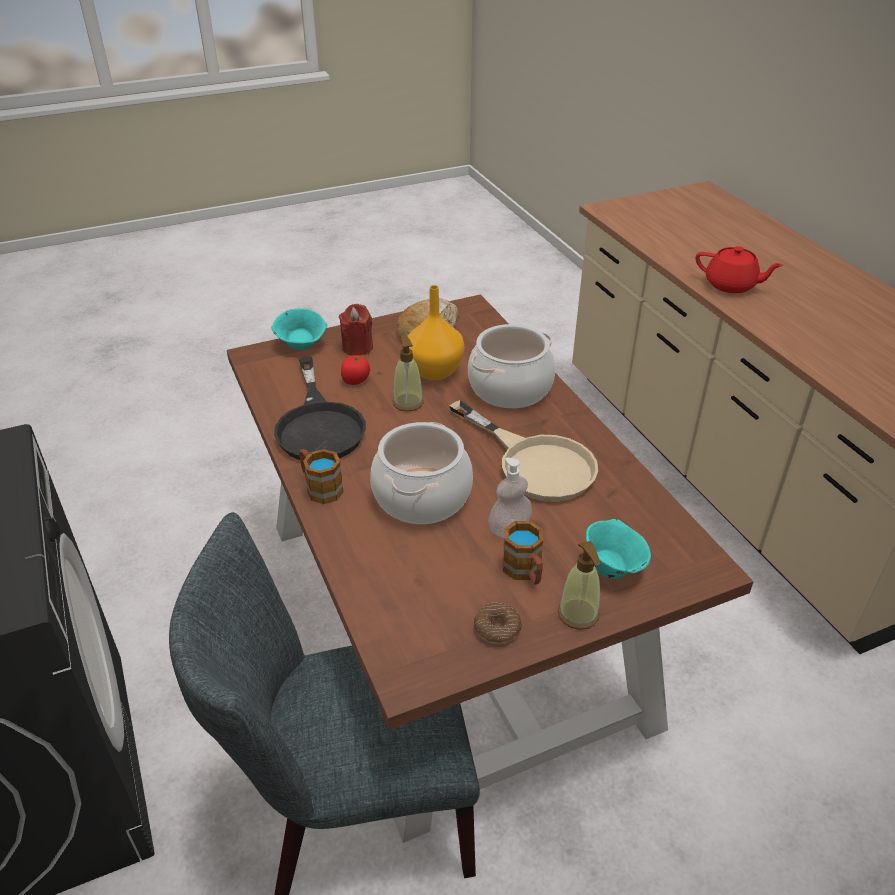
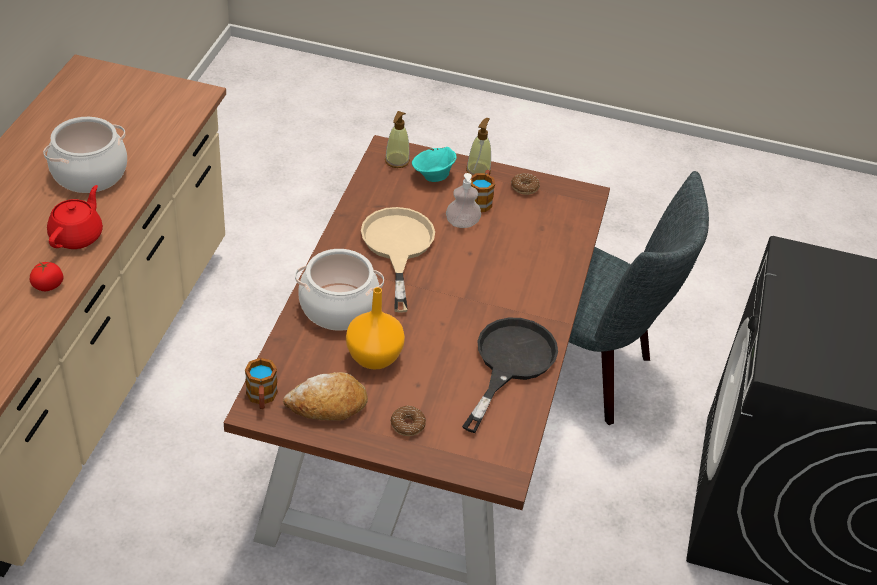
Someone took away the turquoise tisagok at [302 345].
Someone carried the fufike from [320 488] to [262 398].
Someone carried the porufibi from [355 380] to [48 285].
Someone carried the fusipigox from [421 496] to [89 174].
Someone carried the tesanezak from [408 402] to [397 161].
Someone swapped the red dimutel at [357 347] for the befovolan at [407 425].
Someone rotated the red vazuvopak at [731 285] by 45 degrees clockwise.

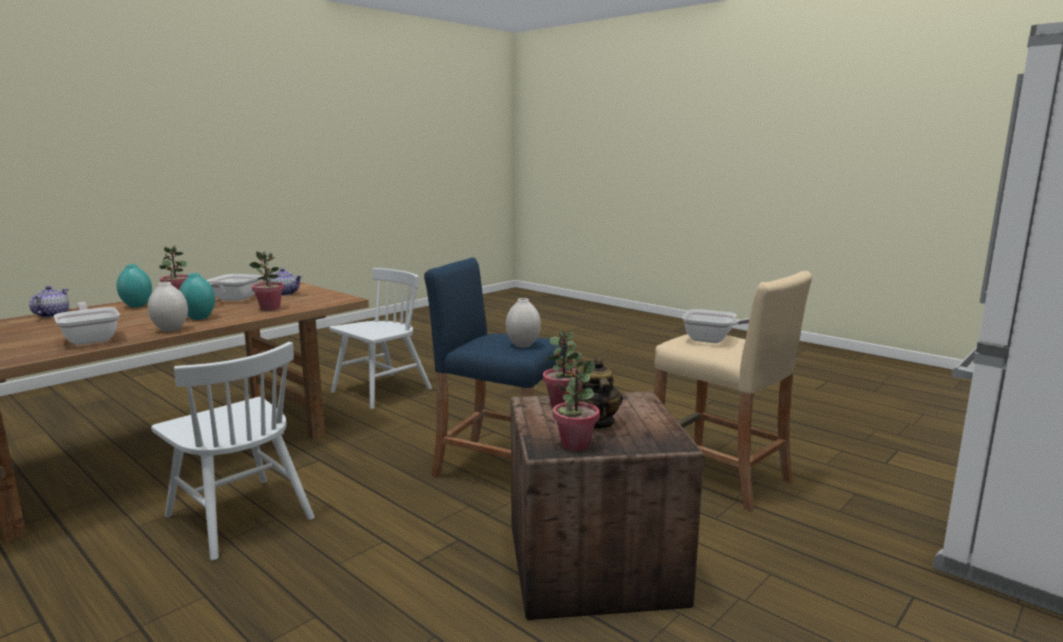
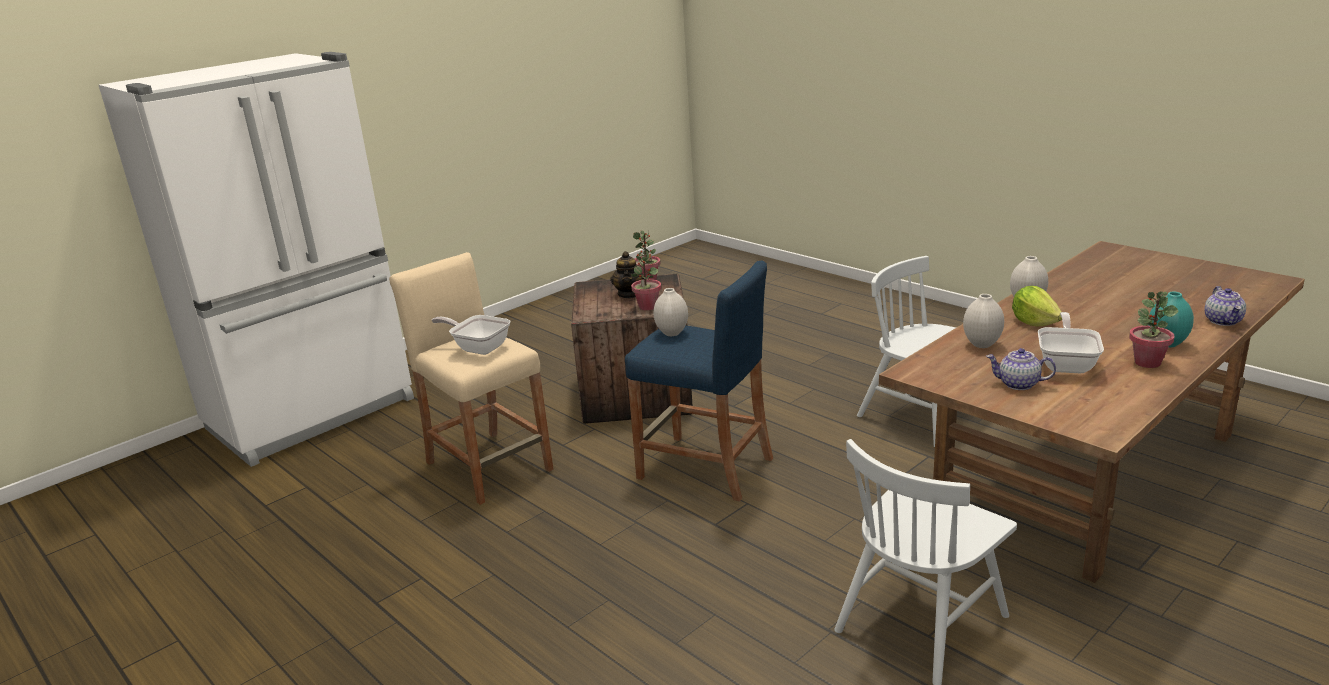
Someone took away the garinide at [91 339].
Someone swapped the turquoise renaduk at [199 318] for the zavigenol at [1034 322].
Someone swapped the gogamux at [270 308] for the white renaduk at [981 344].

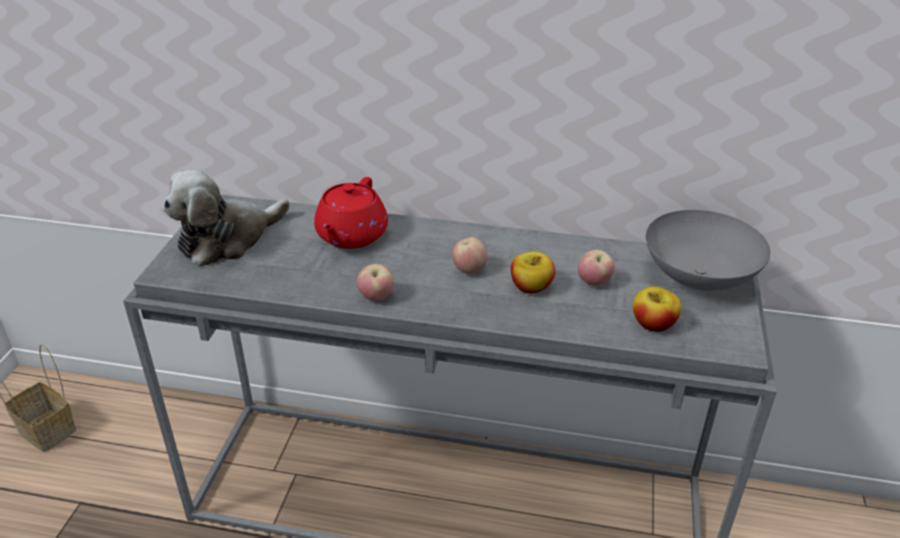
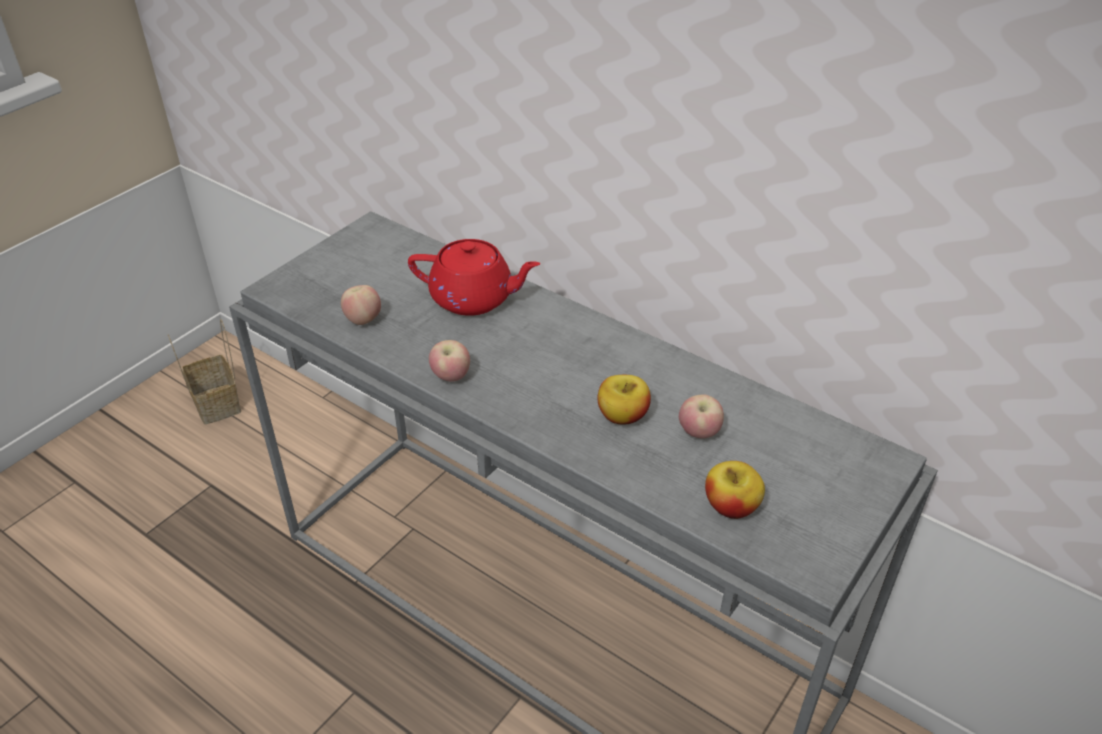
Someone took away the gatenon at [227 239].
Someone took away the grey tisagok at [700 278].
Someone carried the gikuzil from [469 270] to [363 320].
Someone rotated the red vazuvopak at [351 236] by 120 degrees counterclockwise.

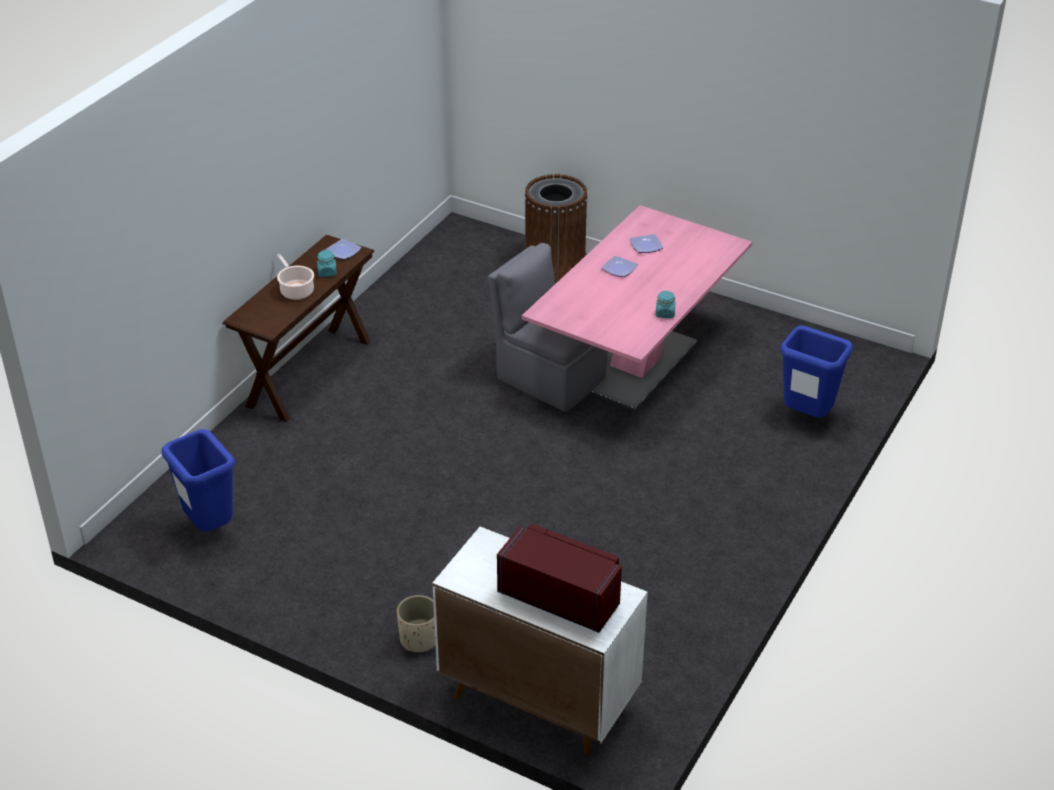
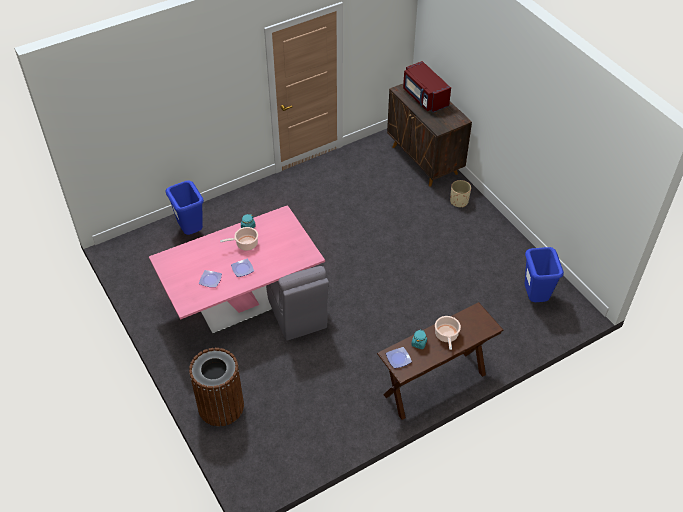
Someone put down the fusipigox at [245 244].
Someone repainted the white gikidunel at [537 699], which became the brown gikidunel at [425 160].

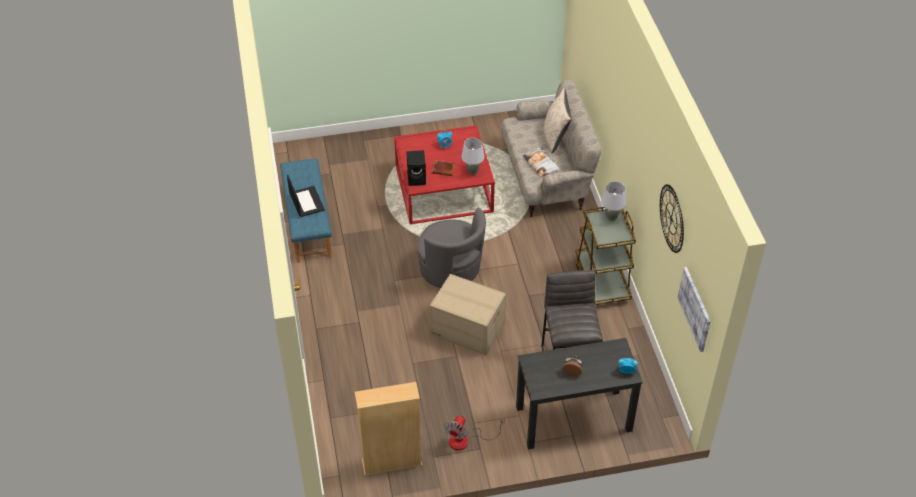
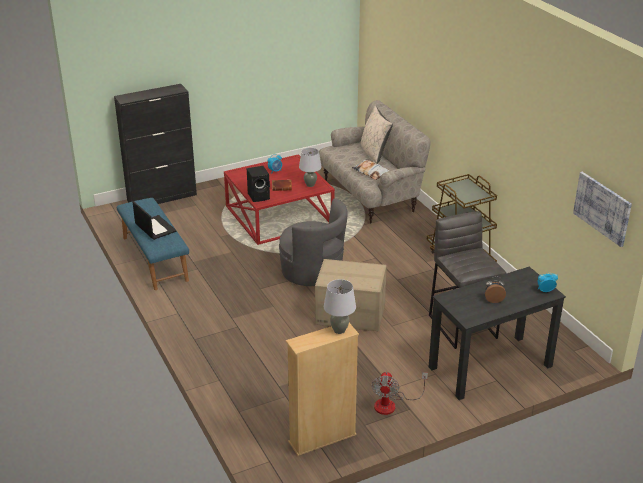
Someone took away the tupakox at [671 218].
Someone put down the black gikidunel at [162 197].
Someone carried the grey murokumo from [611 217] to [339 330].

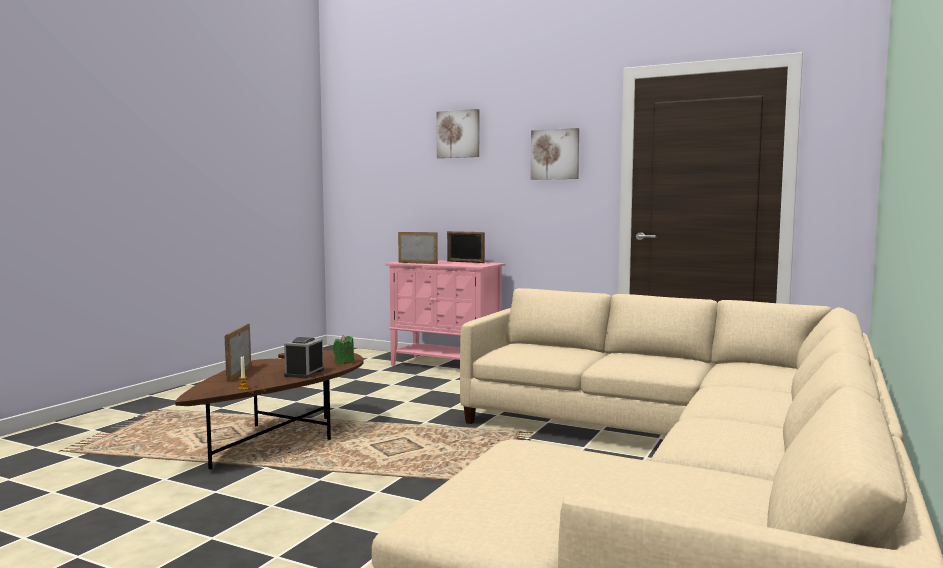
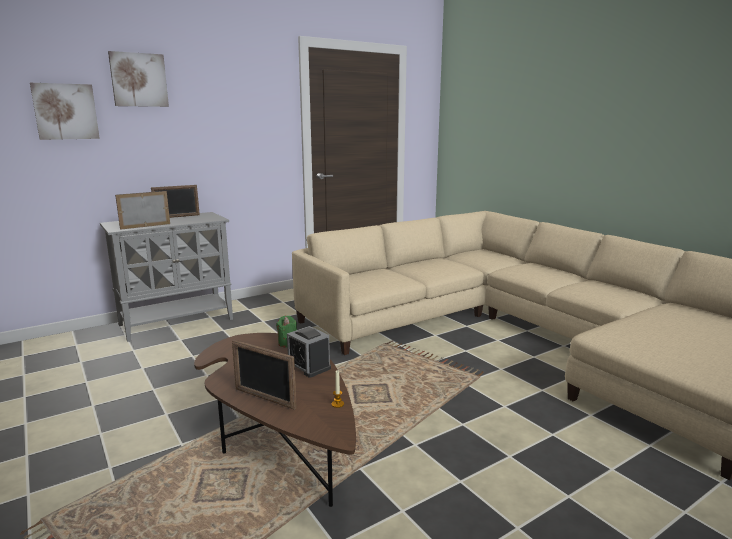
Someone carried the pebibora from [555 154] to [65 111].
Someone repainted the pink gikidunel at [447 366], which became the grey gikidunel at [177 322].

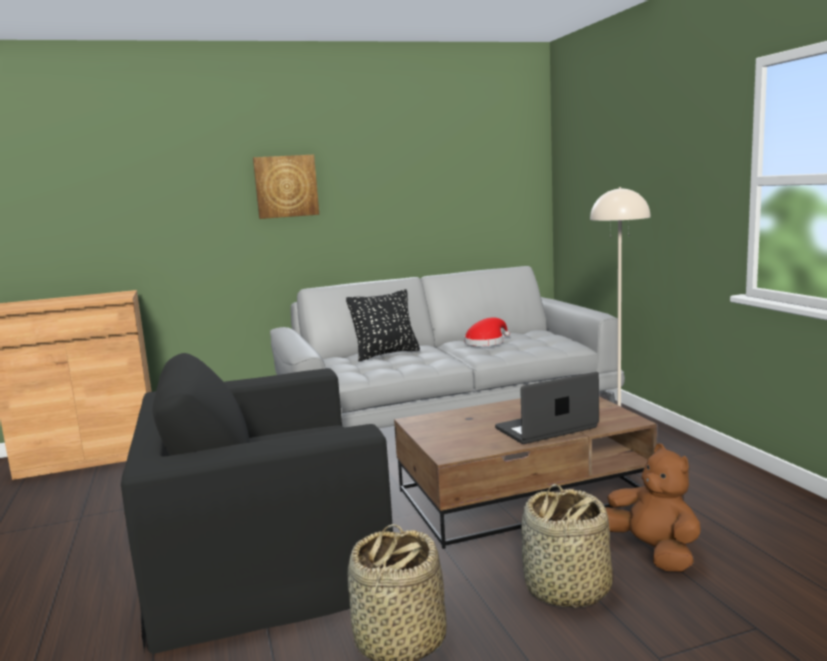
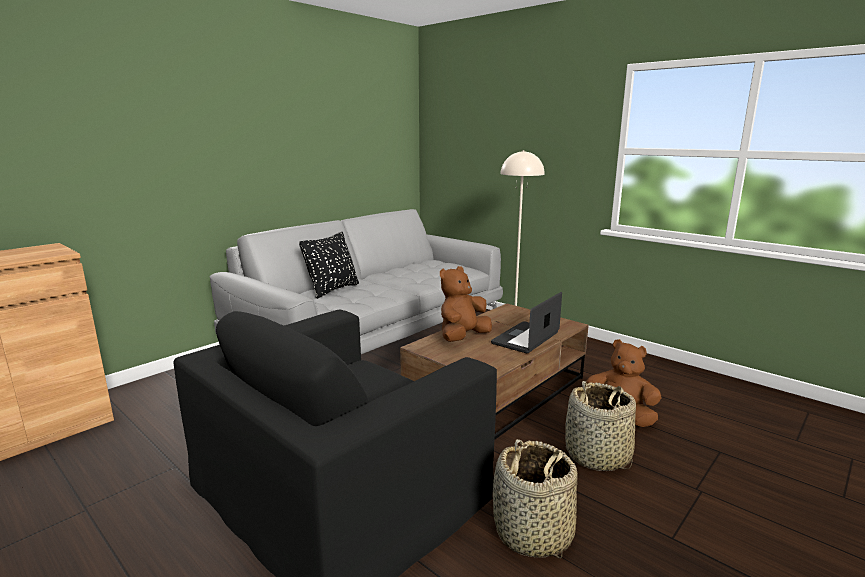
Someone took away the pebibora at [286 186].
Someone took away the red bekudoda at [486 342].
Someone put down the brown gatenon at [462 337].

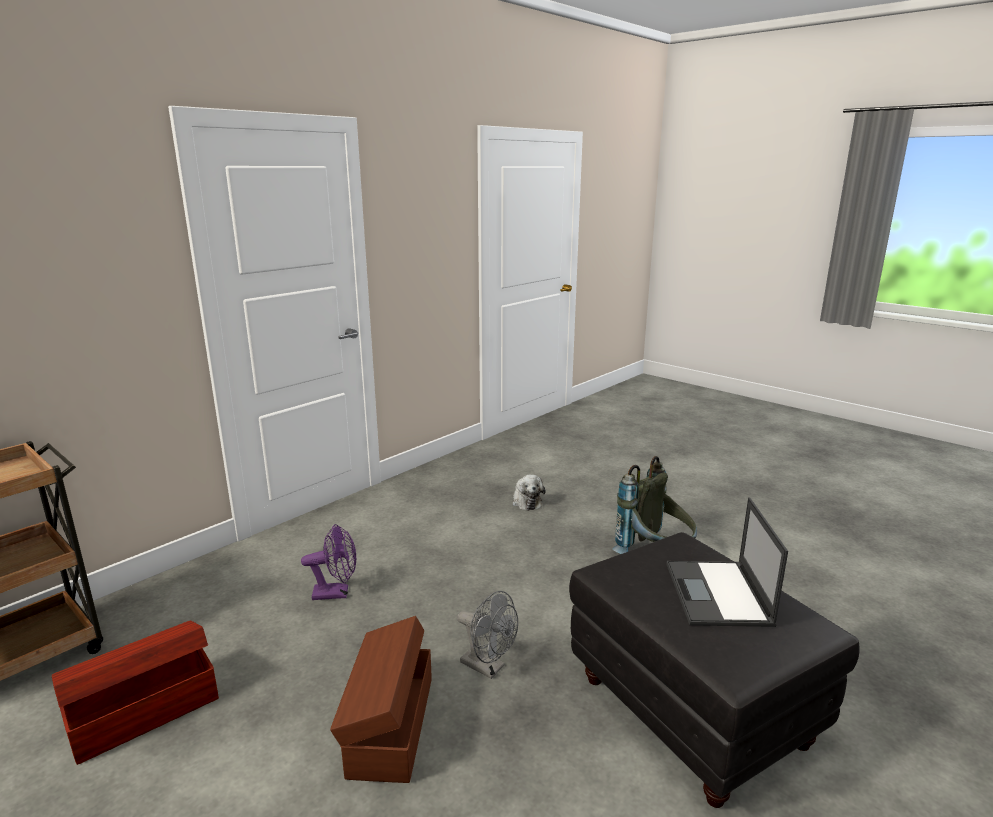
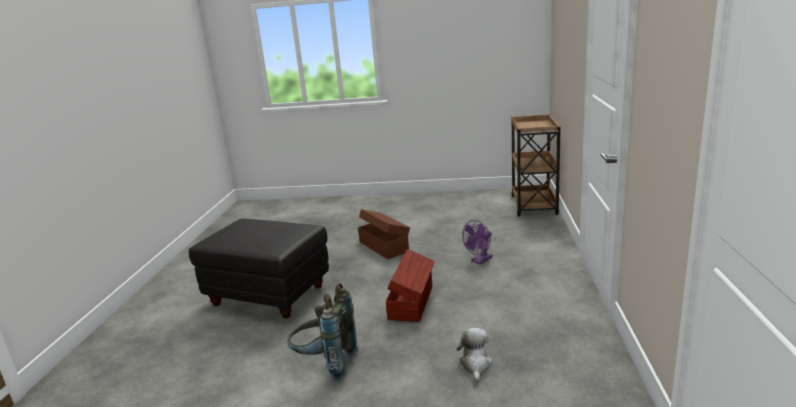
Someone took away the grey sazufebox at [488 667].
Someone took away the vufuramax at [718 594].
Someone carried the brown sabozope from [142 711] to [412 302].
Someone rotated the gatenon at [526 501] by 60 degrees clockwise.

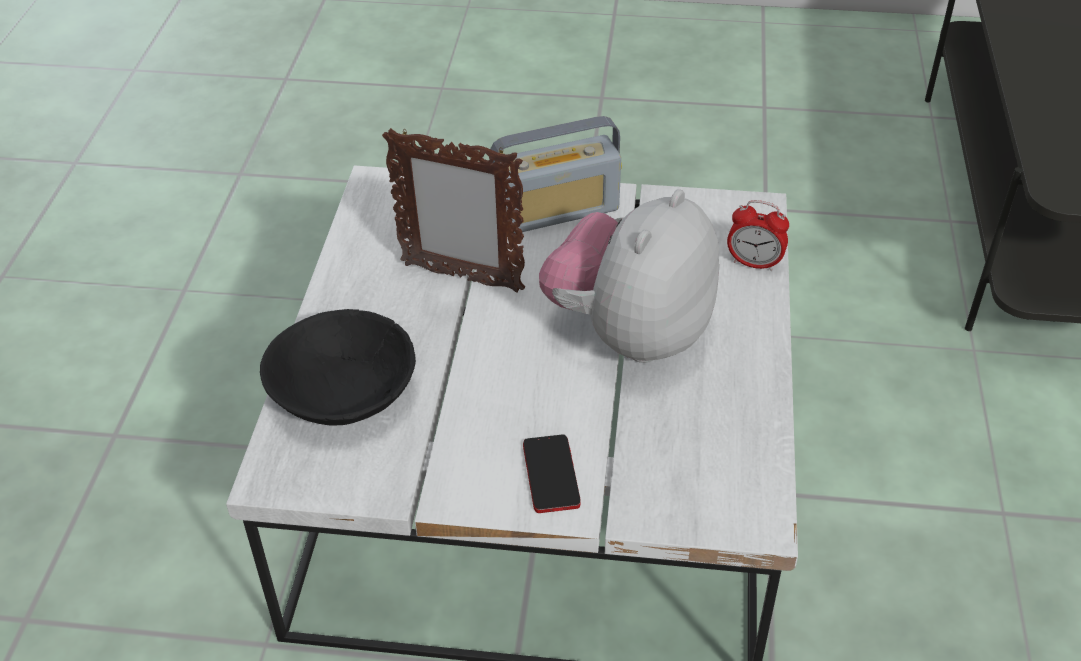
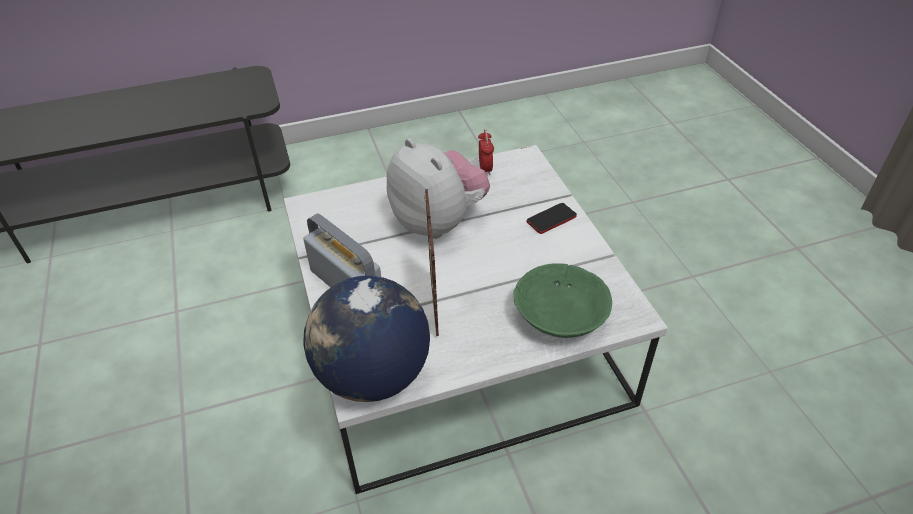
Someone put down the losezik at [372 375].
Someone carried the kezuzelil from [754 263] to [485 168].
Someone repainted the black tisagok at [342 393], which became the green tisagok at [561 316].
Someone rotated the gatenon at [630 334] by 135 degrees counterclockwise.

